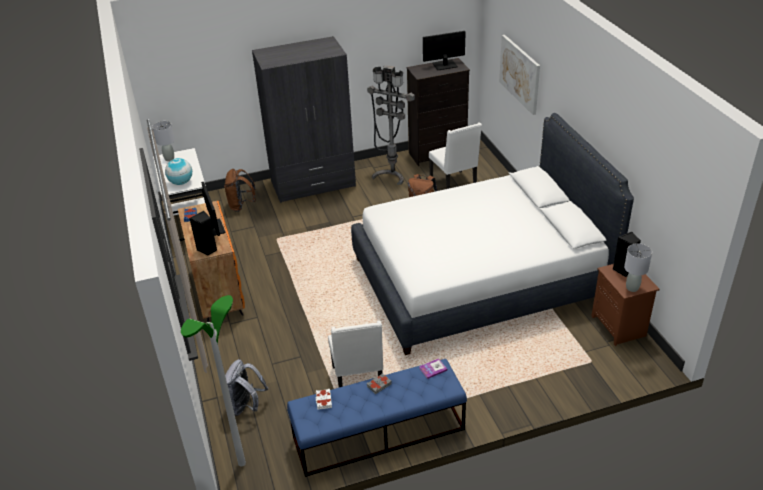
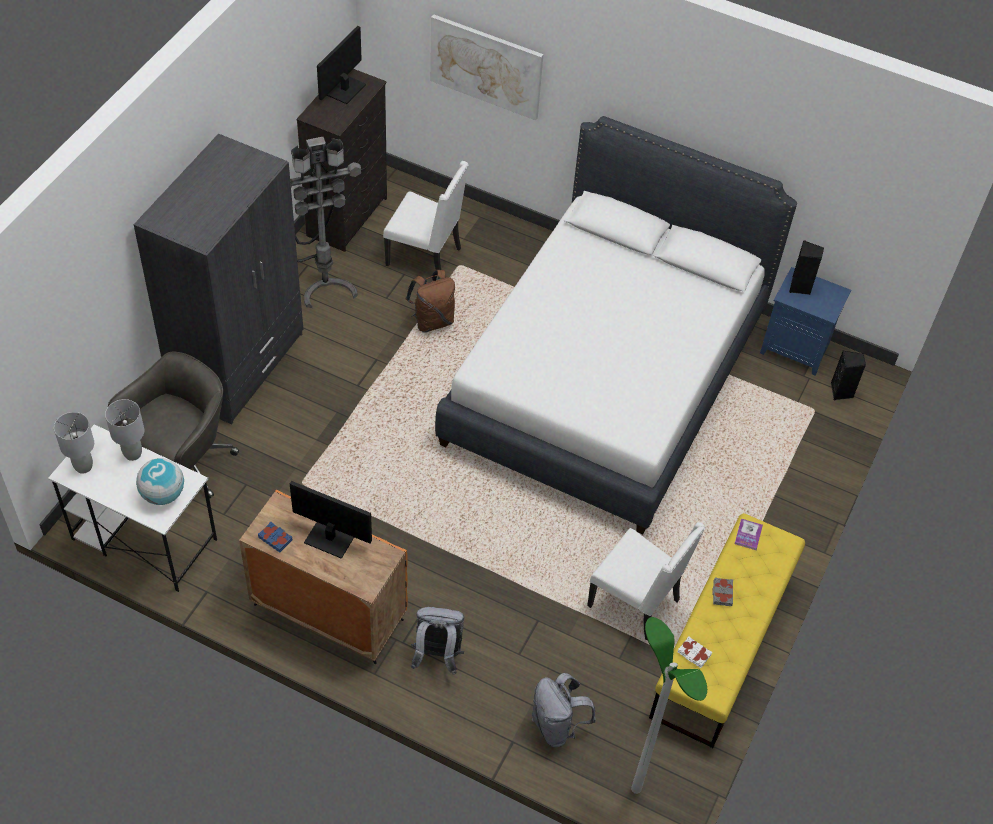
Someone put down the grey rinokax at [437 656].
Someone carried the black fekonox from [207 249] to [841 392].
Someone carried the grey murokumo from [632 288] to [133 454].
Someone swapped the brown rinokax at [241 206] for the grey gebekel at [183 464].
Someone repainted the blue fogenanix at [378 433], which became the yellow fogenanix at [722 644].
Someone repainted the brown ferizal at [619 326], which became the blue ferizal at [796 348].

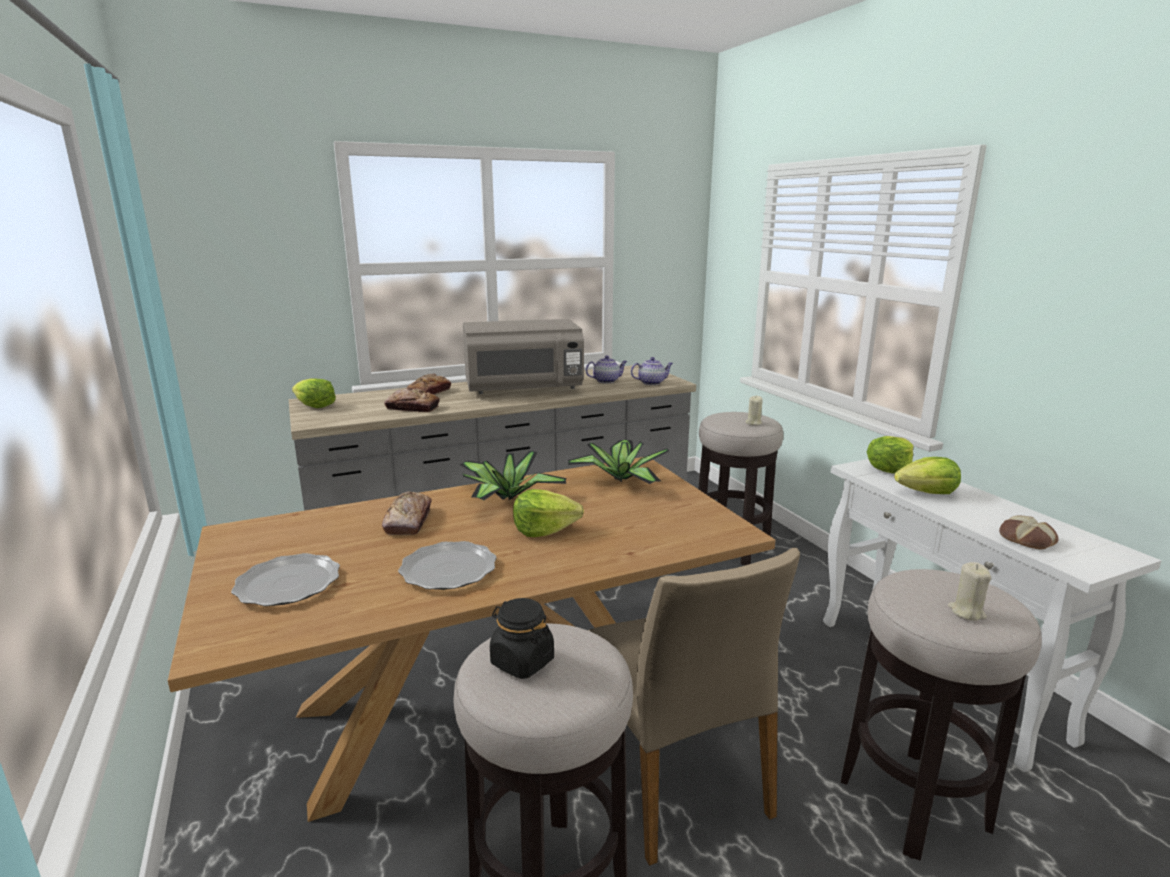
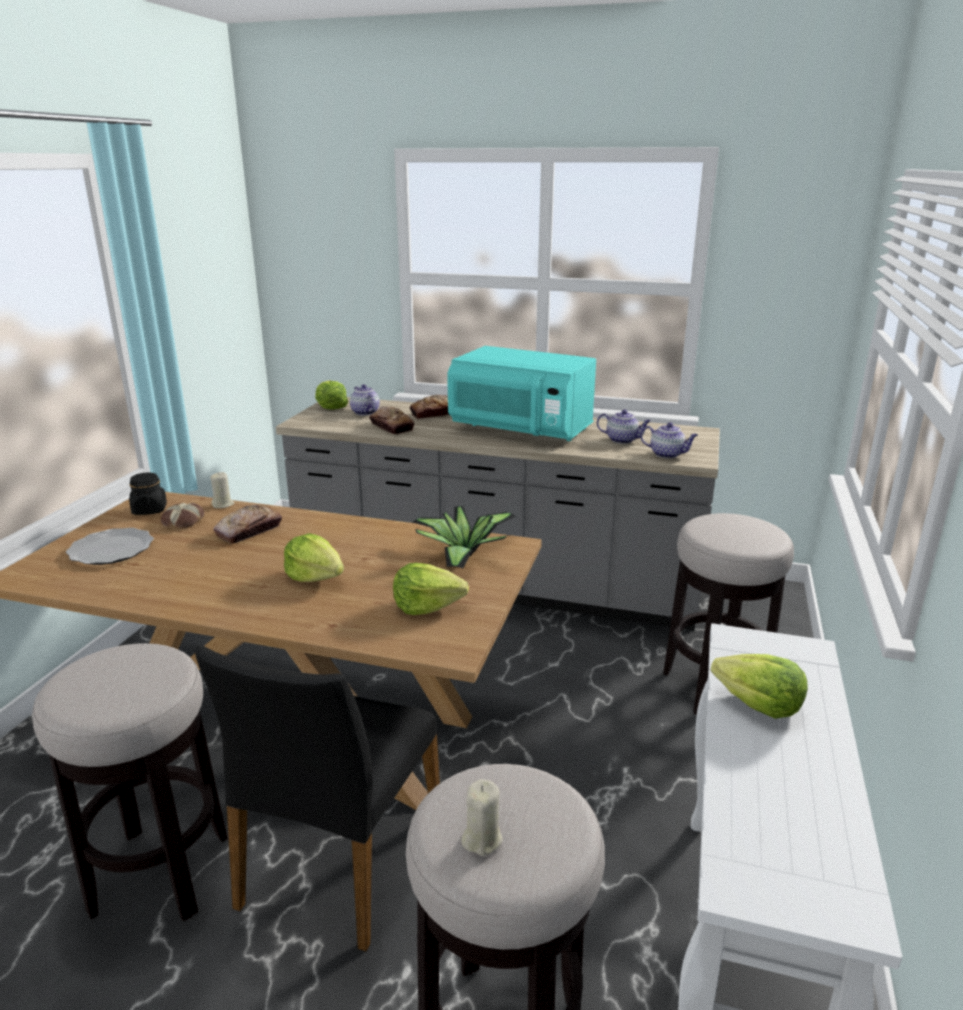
Someone took away the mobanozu at [448 569].
Someone took away the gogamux at [507 498].
Someone put down the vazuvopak at [364 412].
Someone carried the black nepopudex from [522 661] to [149 510].
Someone carried the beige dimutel from [753 423] to [223 504].
Someone carried the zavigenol from [889 468] to [427 605].
Someone carried the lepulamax from [1025 539] to [182 521].
Someone repainted the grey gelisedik at [523 389], which became the turquoise gelisedik at [521 430].
Someone repainted the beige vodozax at [672 775], which became the black vodozax at [339 859].

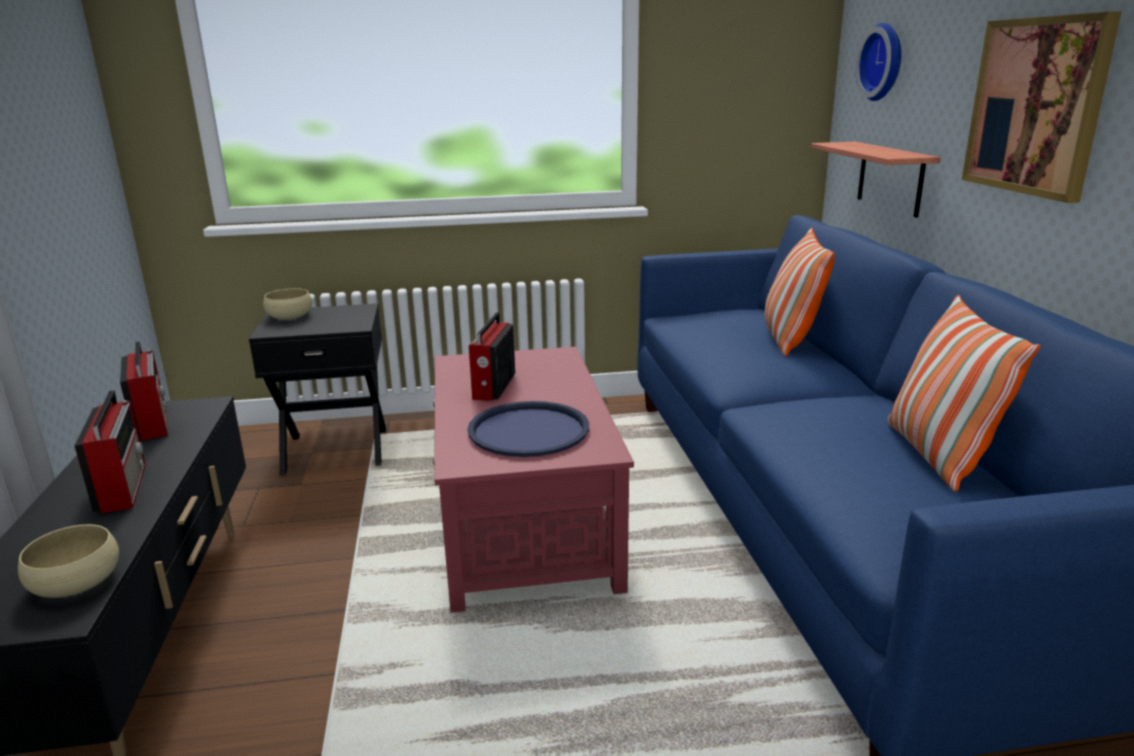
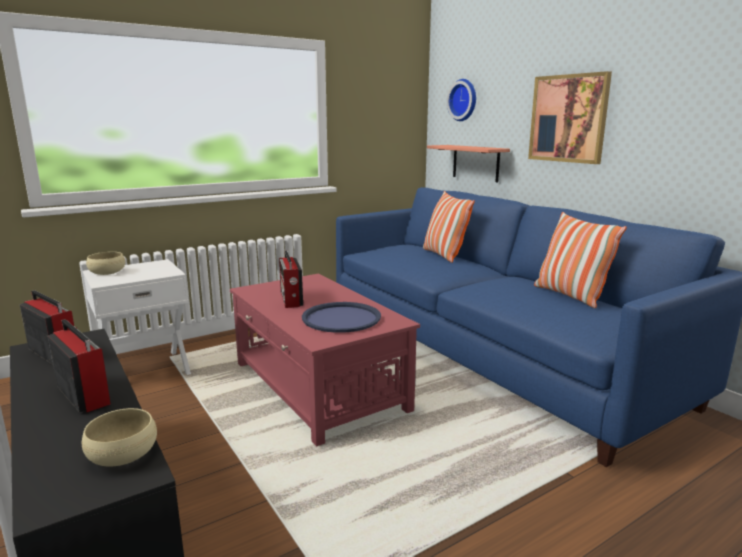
Someone repainted the black ferizal at [336 449], which became the white ferizal at [146 370].

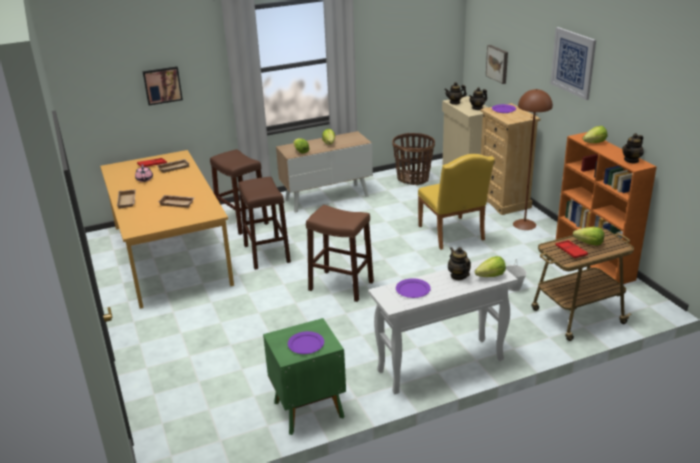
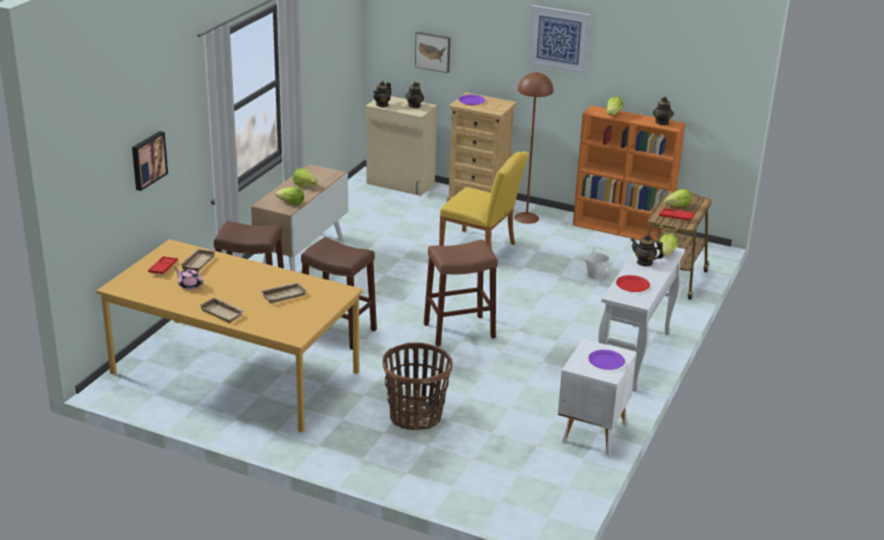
Someone carried the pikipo from [413 179] to [416 417].
Someone repainted the green ferizal at [307 409], which became the white ferizal at [592 433].
Someone repainted the purple mobanozu at [413 290], which became the red mobanozu at [632 285].

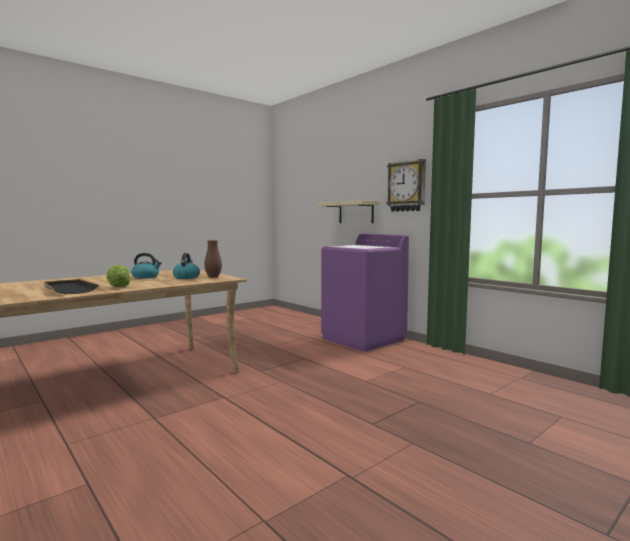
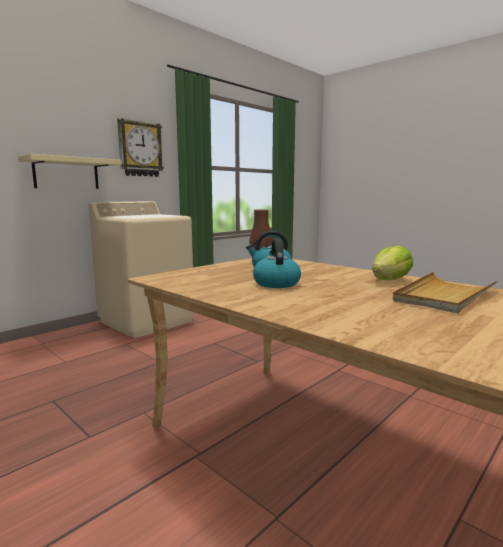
Someone repainted the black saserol at [69 289], which became the beige saserol at [444 295].
Someone repainted the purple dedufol at [363 339], which became the beige dedufol at [147 321].

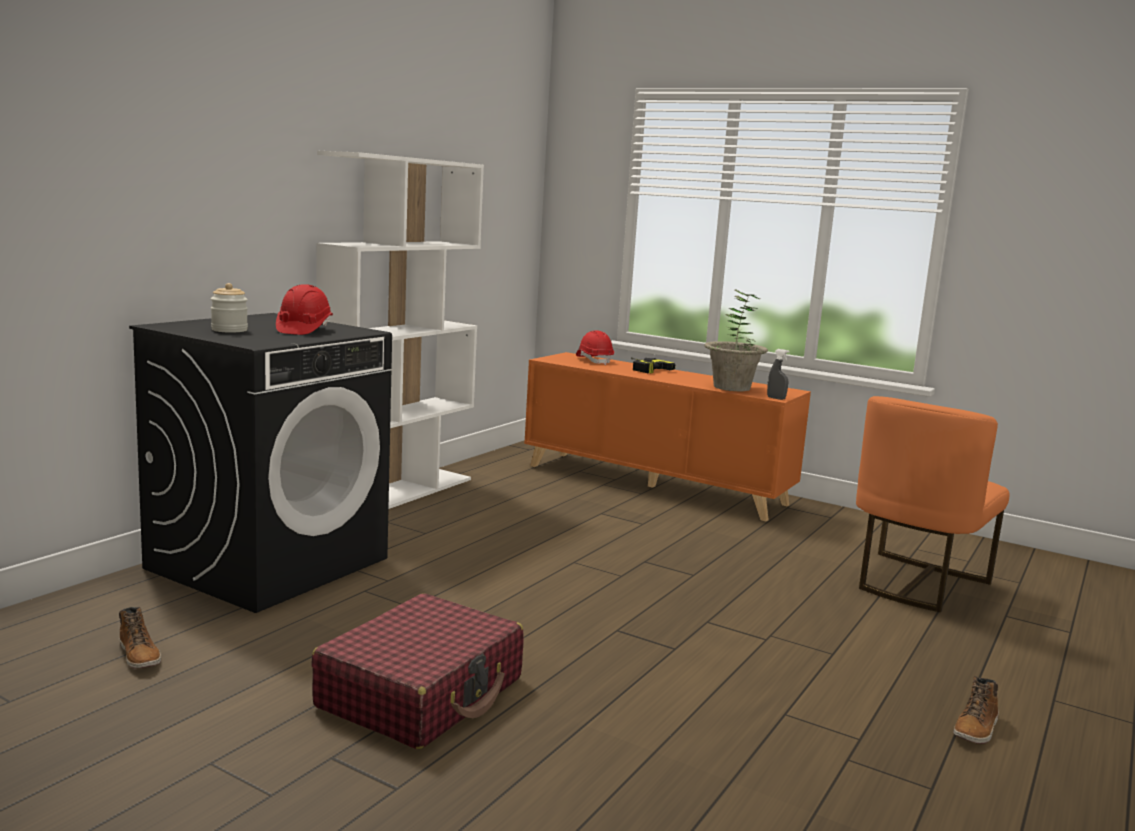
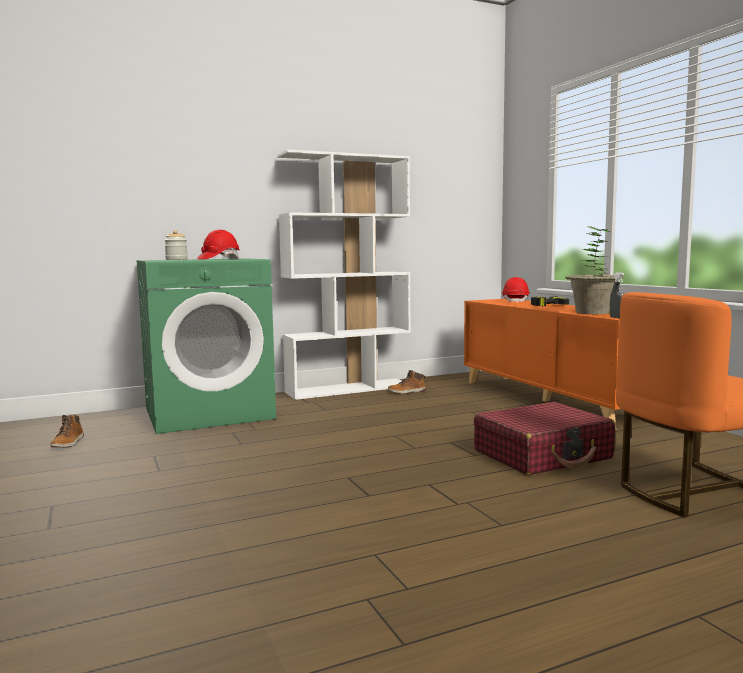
Someone carried the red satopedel from [422 693] to [543 455].
Someone carried the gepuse from [976 729] to [407 392].
Someone repainted the black dedufol at [269 563], which became the green dedufol at [209 413].

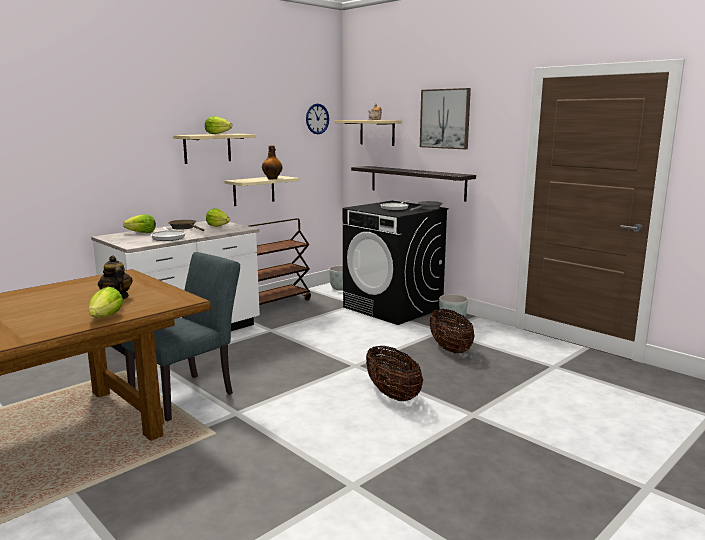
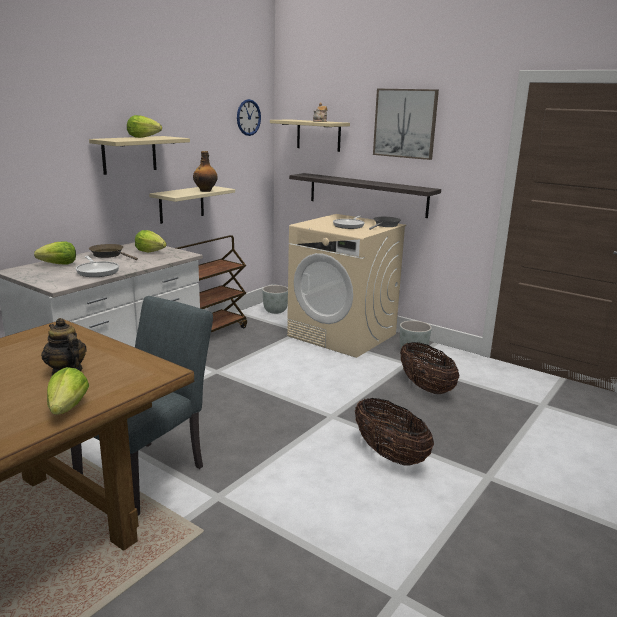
Someone repainted the black dedufol at [393 308], which became the beige dedufol at [342 335].

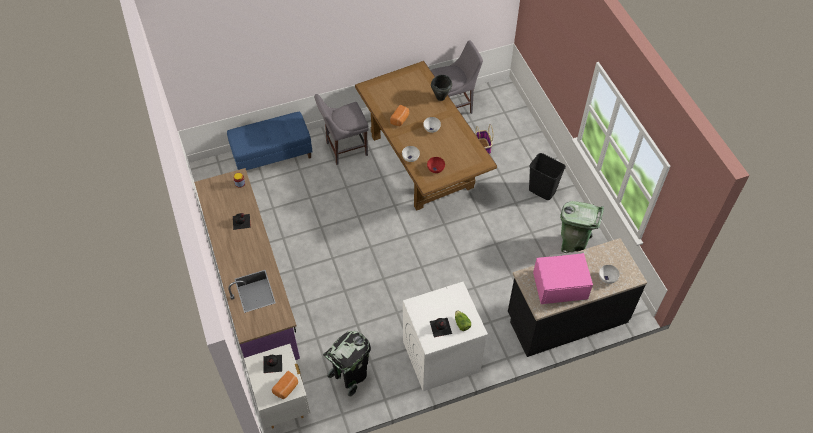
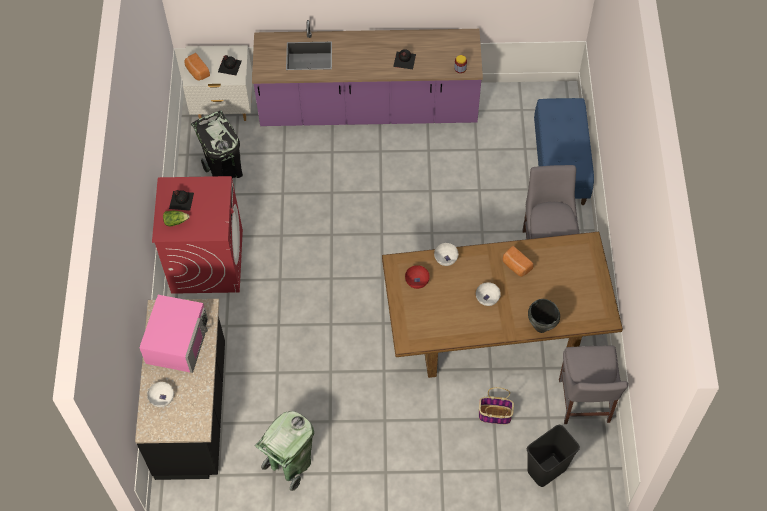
Someone carried the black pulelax from [542 191] to [546 470].
Someone repainted the white dedufol at [440 357], which became the red dedufol at [207 261].

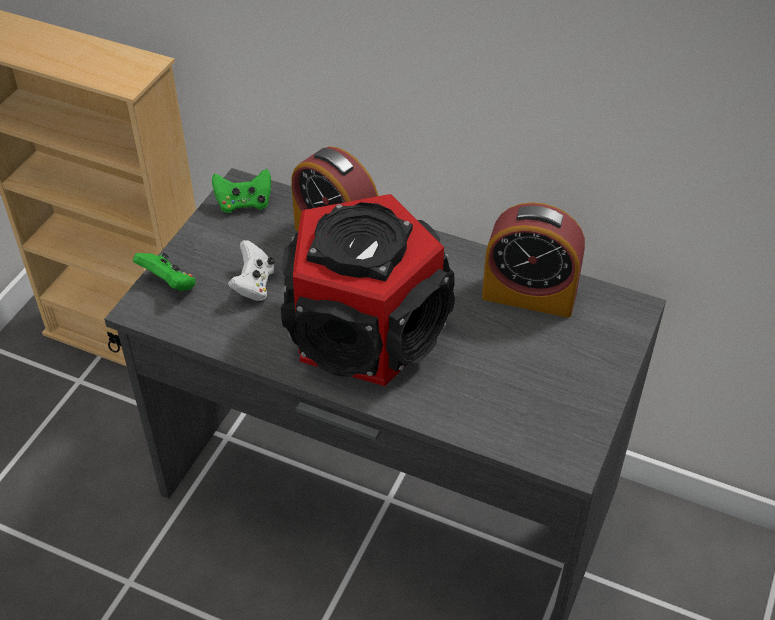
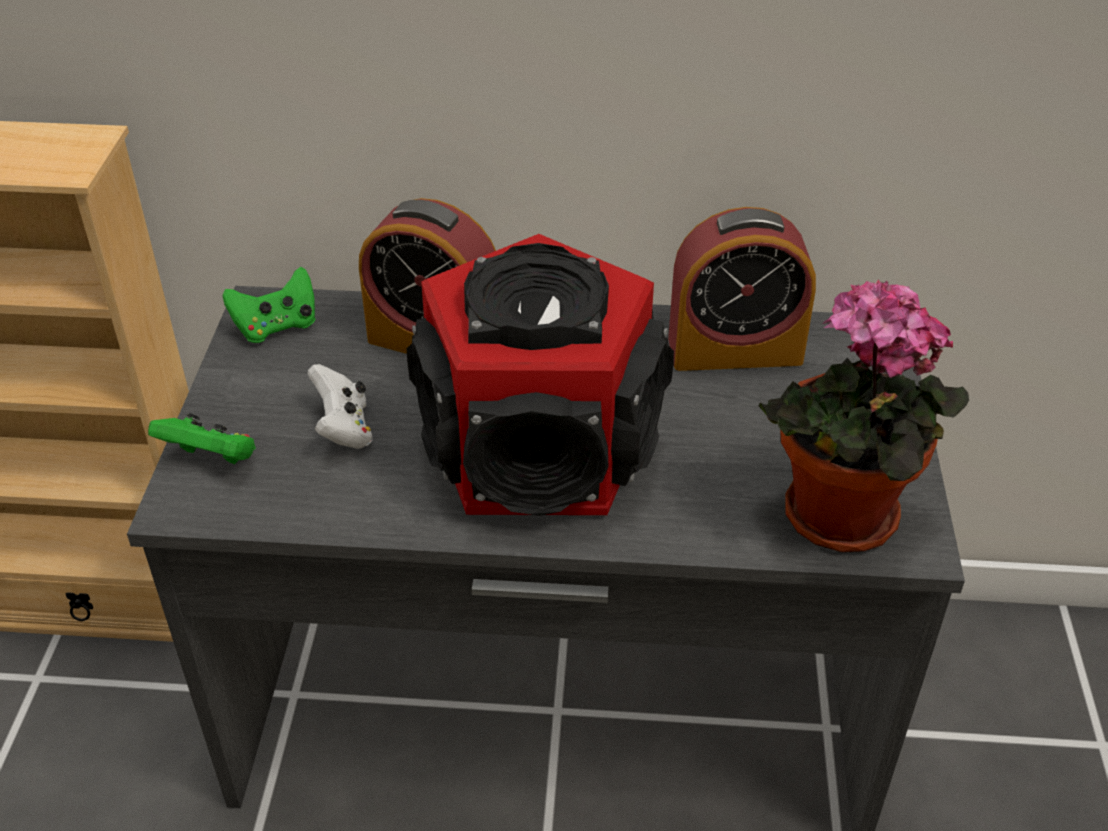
Someone put down the gogamux at [836 522].

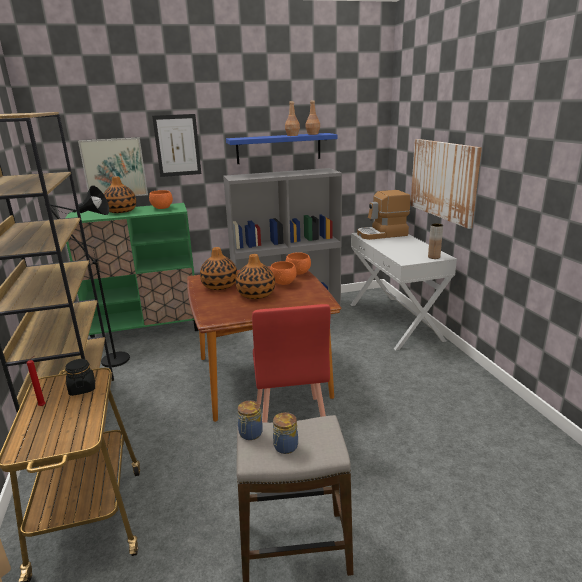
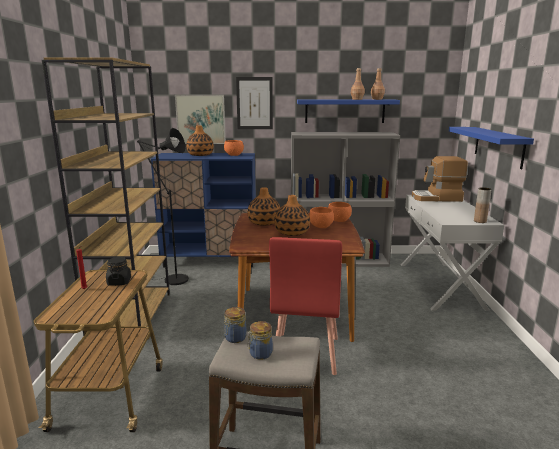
Someone swapped the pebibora at [443 180] for the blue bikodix at [498 146].
Someone repainted the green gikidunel at [147 330], which became the blue gikidunel at [210 261].

